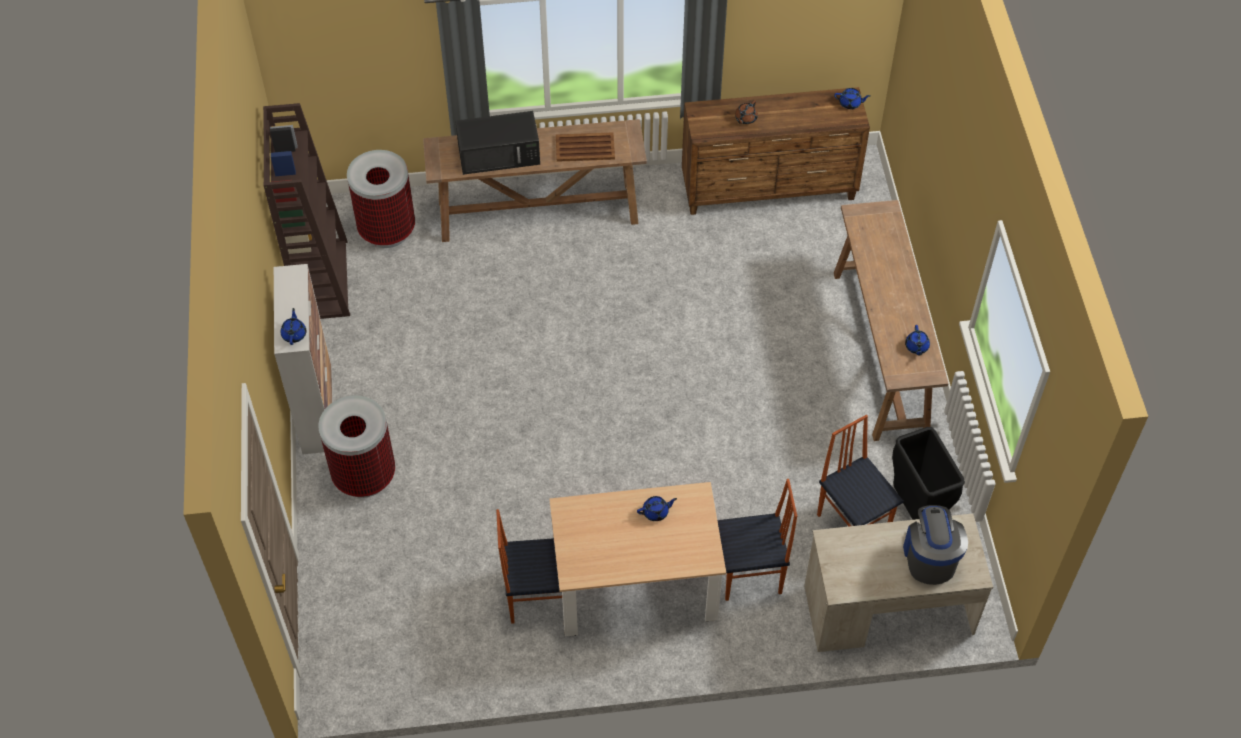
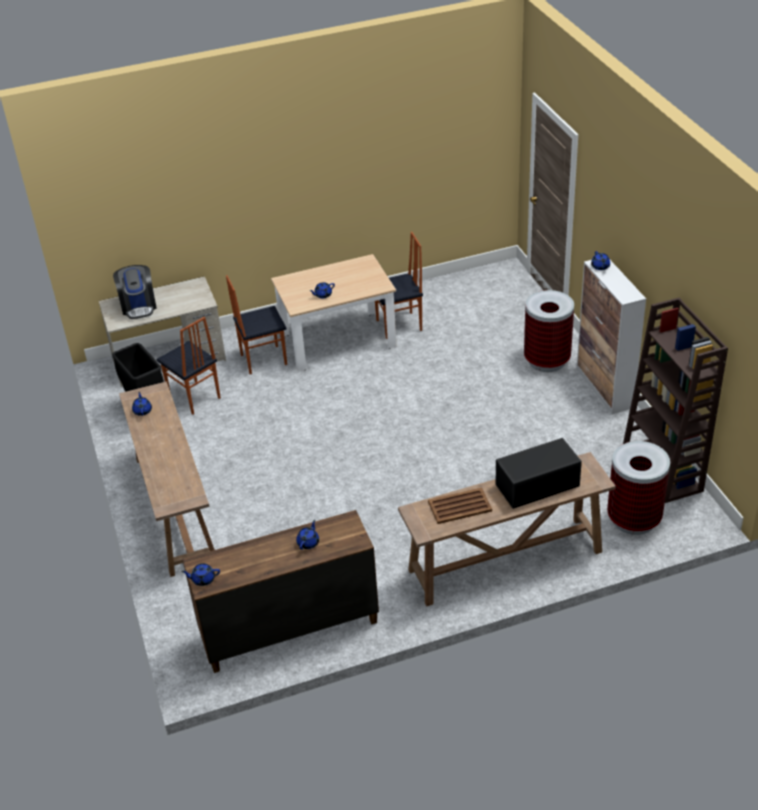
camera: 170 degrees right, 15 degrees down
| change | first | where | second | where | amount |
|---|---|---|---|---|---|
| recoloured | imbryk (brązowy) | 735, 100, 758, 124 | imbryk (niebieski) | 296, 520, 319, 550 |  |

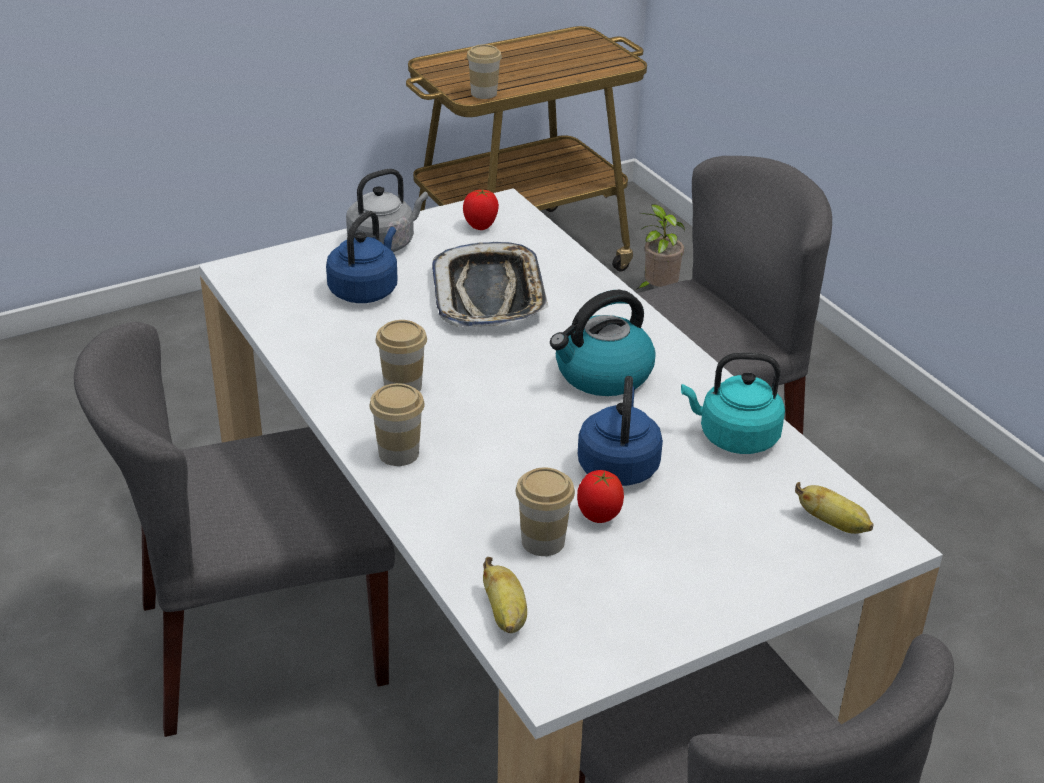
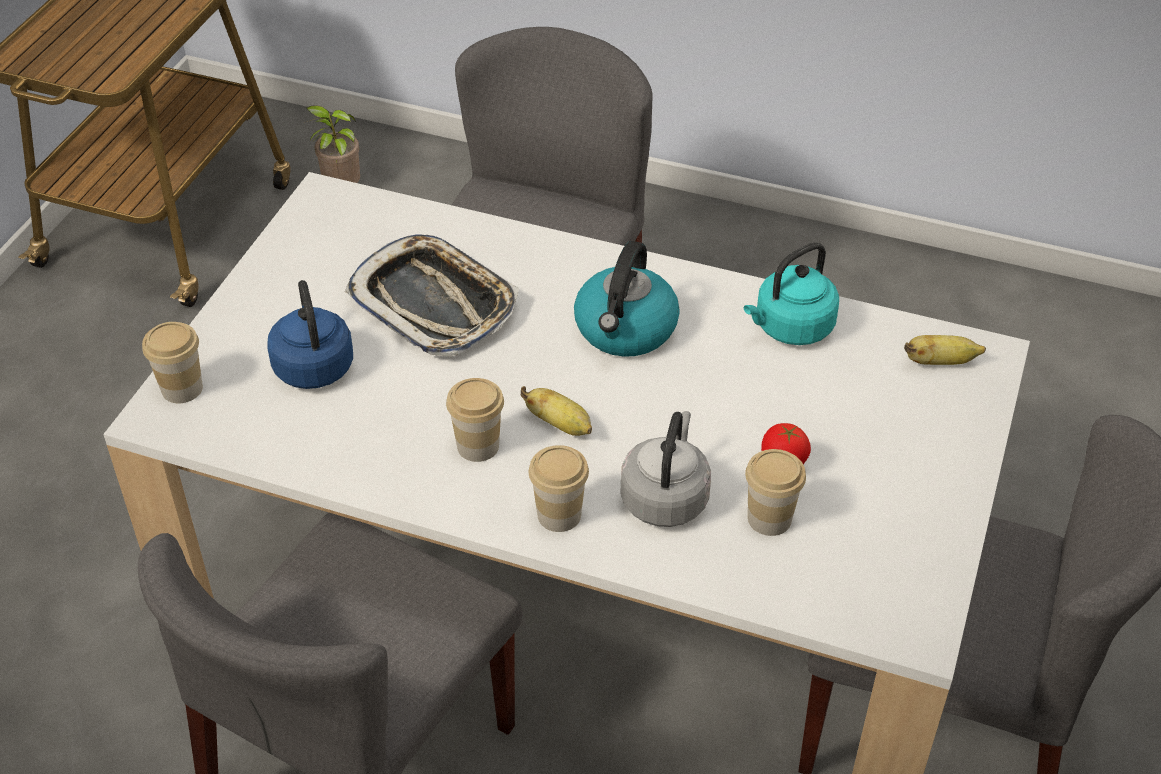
camera: 40 degrees left, 10 degrees up
| change | first | where | second | where | amount |
|---|---|---|---|---|---|
| moved | filiżanka | 467, 44, 502, 99 |  | 142, 322, 203, 403 |  |
| moved | banan | 483, 557, 527, 633 |  | 521, 386, 592, 436 |  |
| moved | czajnik (szary) | 346, 169, 428, 252 |  | 620, 411, 711, 527 |  |
| removed | pomidor | 463, 189, 499, 230 |  |  |  |
| removed | czajnik (niebieski) | 578, 376, 663, 486 |  |  |  |

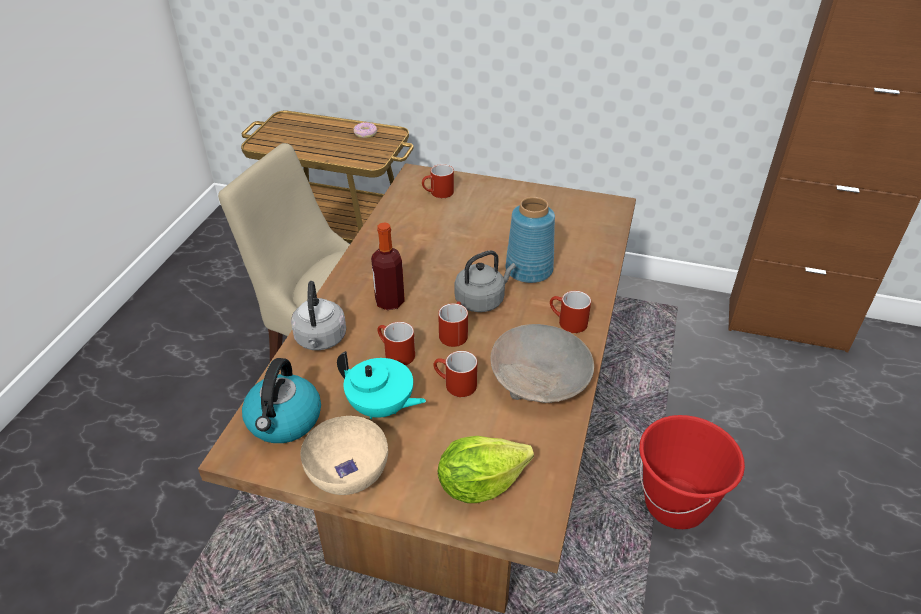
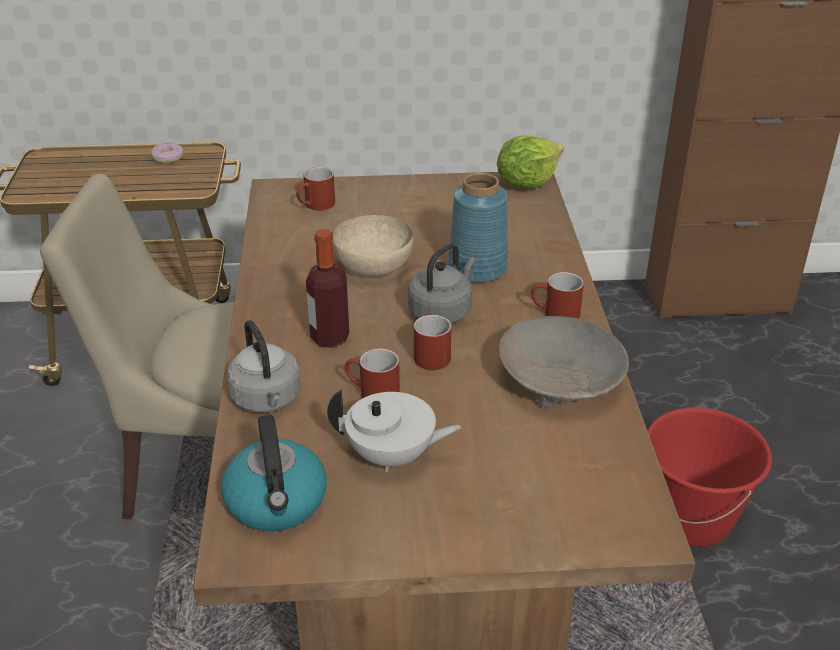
camera: 20 degrees left, 5 degrees down
| change | first | where | second | where | amount |
|---|---|---|---|---|---|
| recoloured | imbryk (turkusowy) | 337, 351, 426, 419 | imbryk (biały) | 327, 390, 461, 472 |  |
| moved | miska (beżowy) | 301, 416, 388, 495 |  | 332, 215, 413, 276 |  |
| moved | sałata | 438, 436, 534, 503 |  | 497, 135, 563, 188 |  |
| removed | kubek (czerwony) | 433, 351, 477, 397 |  |  |  |

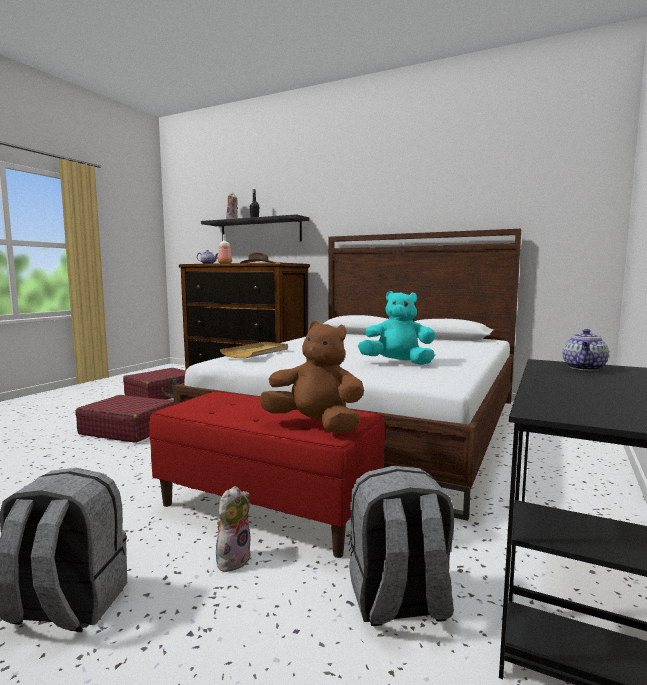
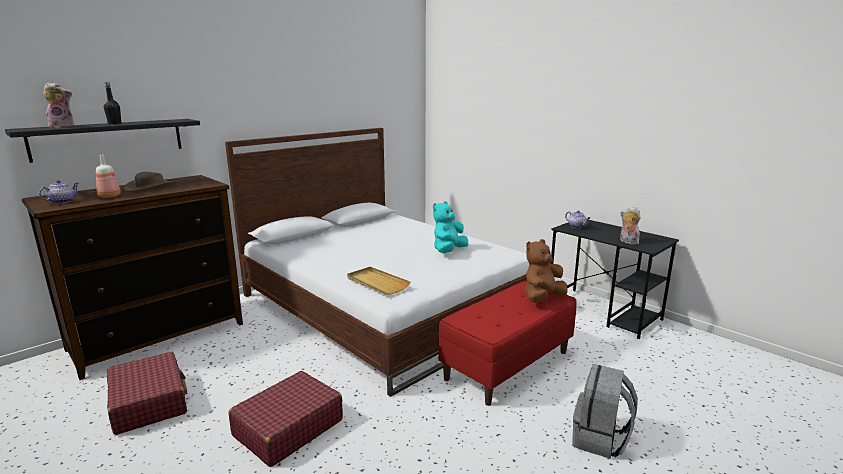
camera: 70 degrees left, 10 degrees up
| change | first | where | second | where | amount |
|---|---|---|---|---|---|
| moved | pluszak | 216, 486, 251, 572 |  | 620, 206, 641, 245 |  |
| removed | plecak (szary) | 349, 466, 454, 626 |  |  |  |

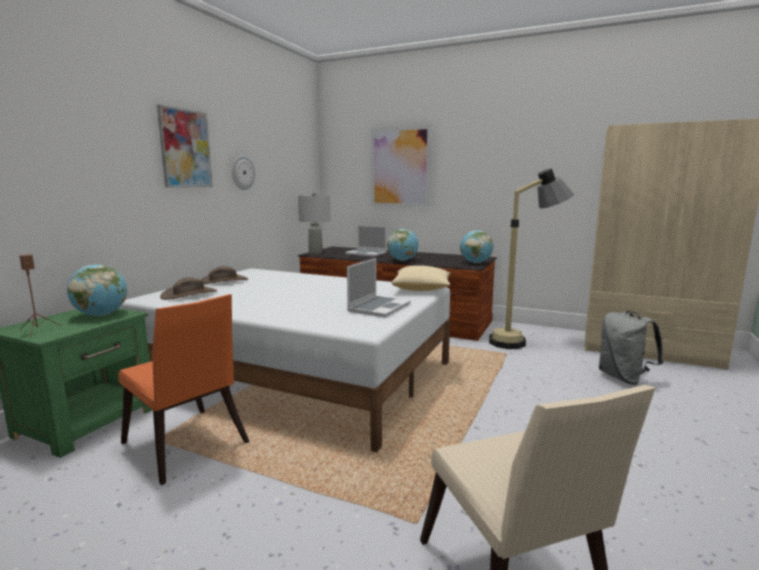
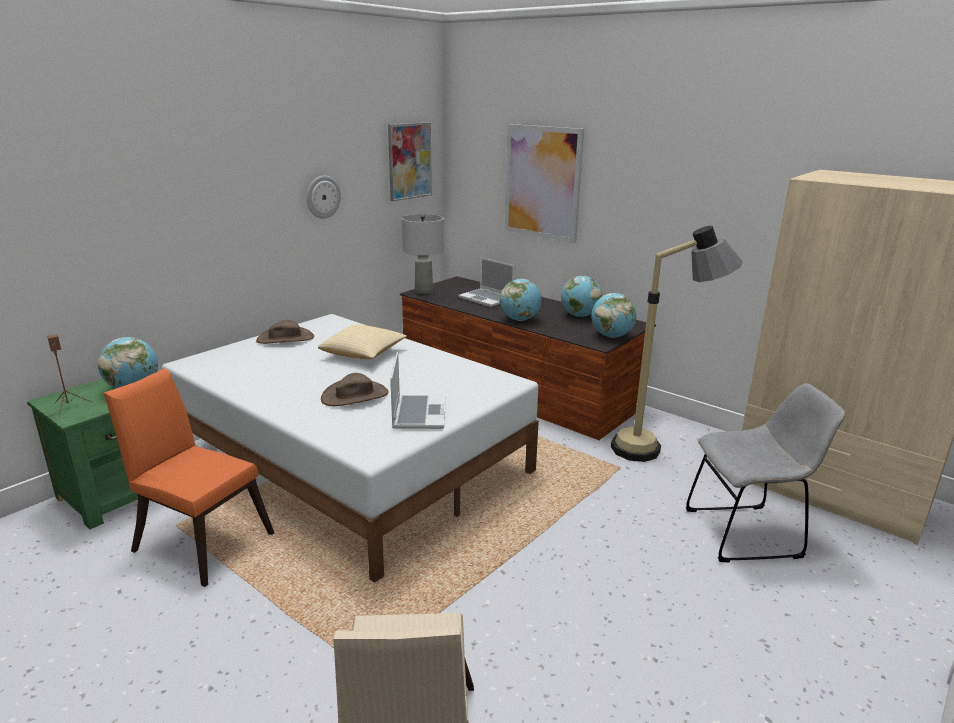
camera: 15 degrees right, 10 degrees up
| change | first | where | second | where | amount |
|---|---|---|---|---|---|
| turned | krzesło (pomarańczowy) | 118, 294, 250, 485 |  | 104, 368, 274, 587 | 150 degrees clockwise |
| moved | poduszka | 392, 265, 450, 291 |  | 318, 324, 407, 359 |  |
| moved | kapelusz (brązowy) | 160, 277, 217, 300 |  | 321, 373, 389, 406 |  |
| moved | obraz | 157, 105, 213, 188 |  | 388, 122, 432, 201 |  |
| turned | laptop | 347, 258, 411, 317 |  | 390, 352, 446, 429 | 45 degrees counterclockwise |
| added |  |  | globus | 561, 276, 602, 317 |  |
| replaced | plecak (szary) | 599, 311, 663, 385 | krzesło (szary) | 686, 383, 845, 562 |  |

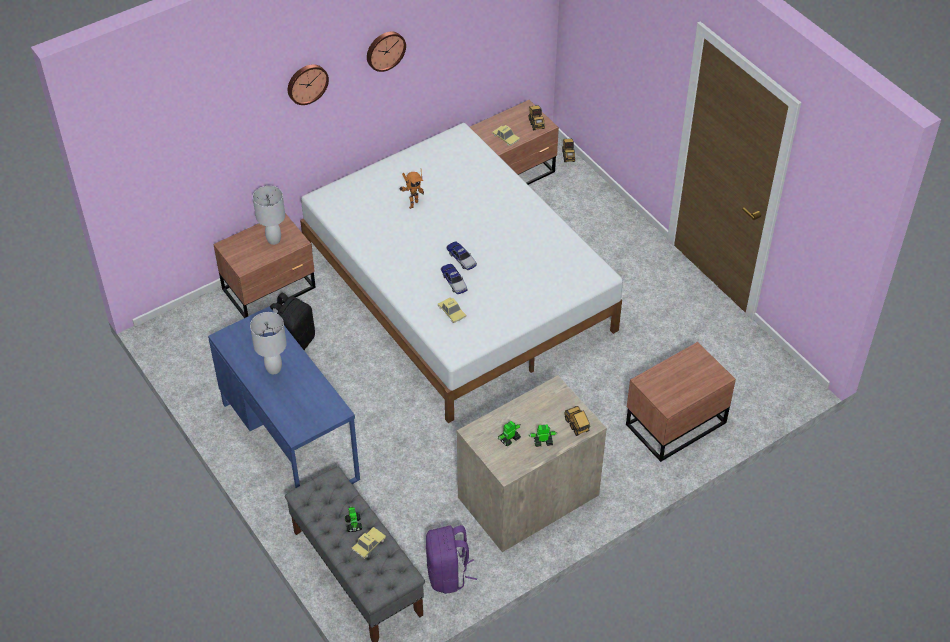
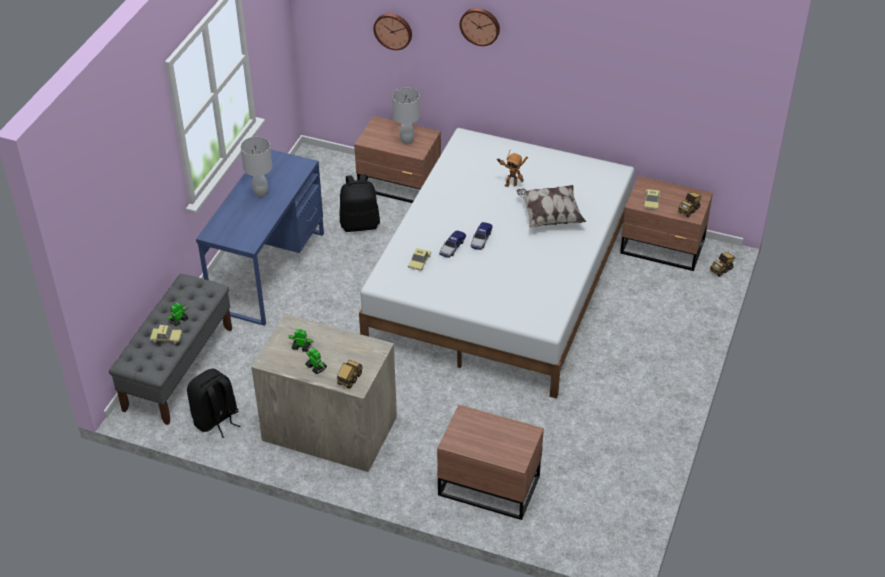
camera: 55 degrees right, 5 degrees down
| change | first | where | second | where | amount |
|---|---|---|---|---|---|
| recoloured | plecak (fioletowy) | 426, 525, 477, 594 | plecak (czarny) | 187, 369, 241, 438 |  |
| moved | zegar ścienny | 367, 32, 406, 72 |  | 373, 13, 412, 50 |  |
| added |  |  | poduszka | 516, 185, 586, 228 |  |

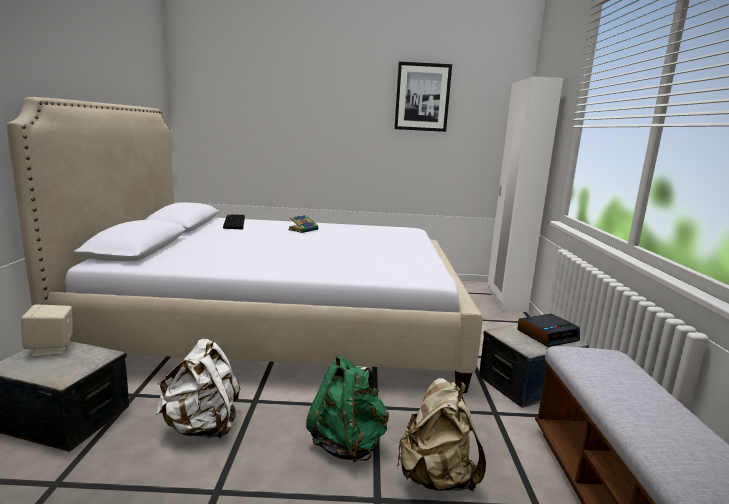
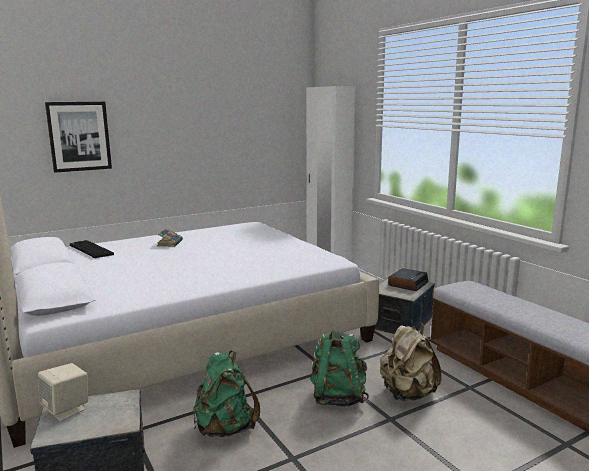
camera: 30 degrees left, 0 degrees up
| change | first | where | second | where | amount |
|---|---|---|---|---|---|
| moved | obraz | 394, 62, 452, 132 |  | 45, 102, 112, 173 |  |
| recoloured | plecak (biały) | 156, 338, 240, 439 | plecak (zielony) | 193, 350, 260, 437 |  |

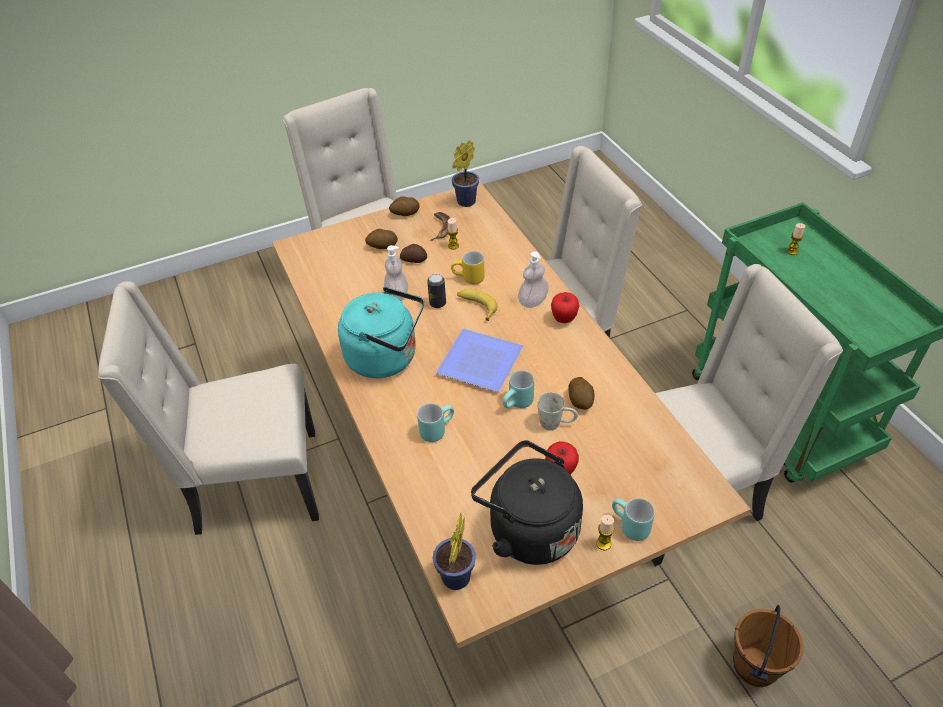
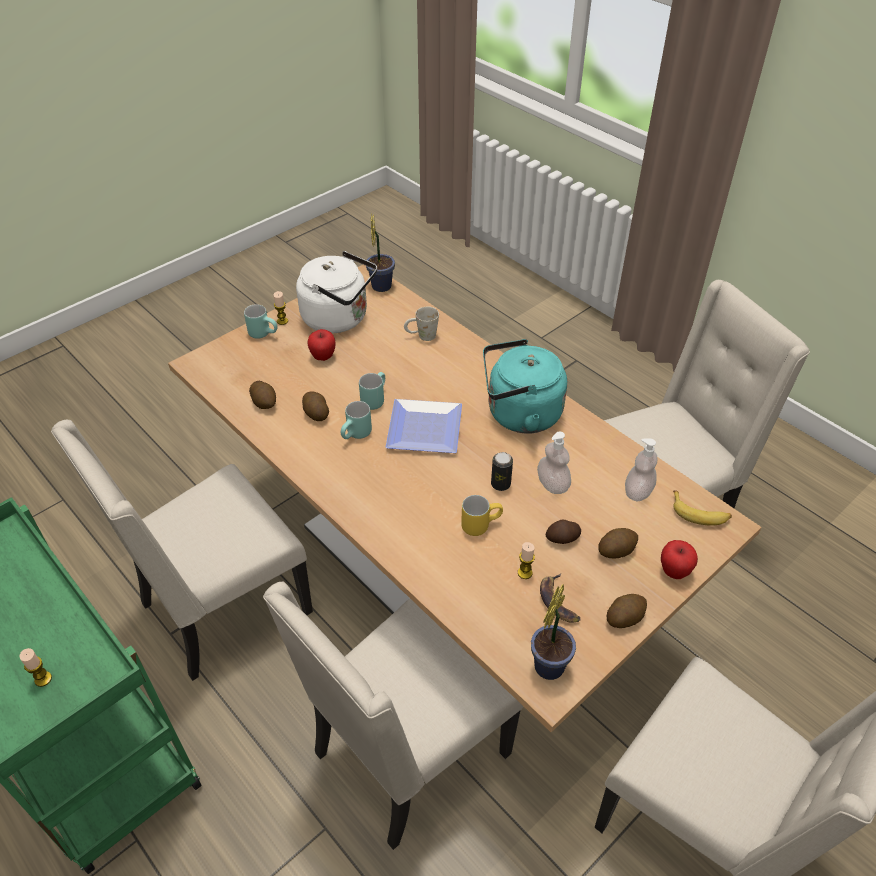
camera: 160 degrees right, 0 degrees up
| change | first | where | second | where | amount |
|---|---|---|---|---|---|
| added |  |  | ziemniak | 249, 381, 276, 409 |  |
| recoloured | czajnik (czarny) | 471, 440, 583, 565 | czajnik (biały) | 296, 251, 377, 333 |  |
| moved | kubek (turkusowy) | 417, 403, 454, 442 |  | 341, 401, 372, 439 |  |
| moved | kubek (biały) | 537, 392, 578, 430 |  | 404, 307, 439, 341 |  |
| moved | dozownik mydła | 518, 251, 549, 308 |  | 625, 438, 657, 501 |  |
| moved | jabłko | 551, 292, 579, 323 |  | 661, 540, 698, 579 |  |
| moved | banan | 457, 289, 497, 321 |  | 673, 490, 732, 526 |  |
| removed | wiadro (brązowy) | 733, 605, 804, 687 |  |  |  |

